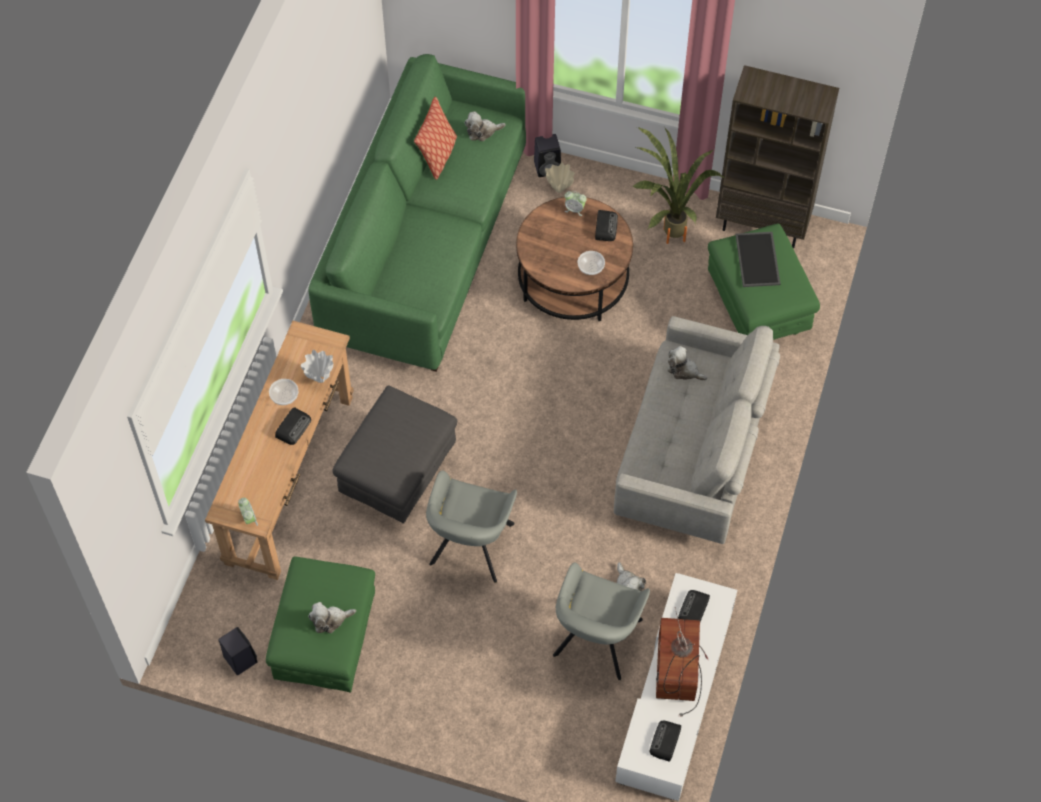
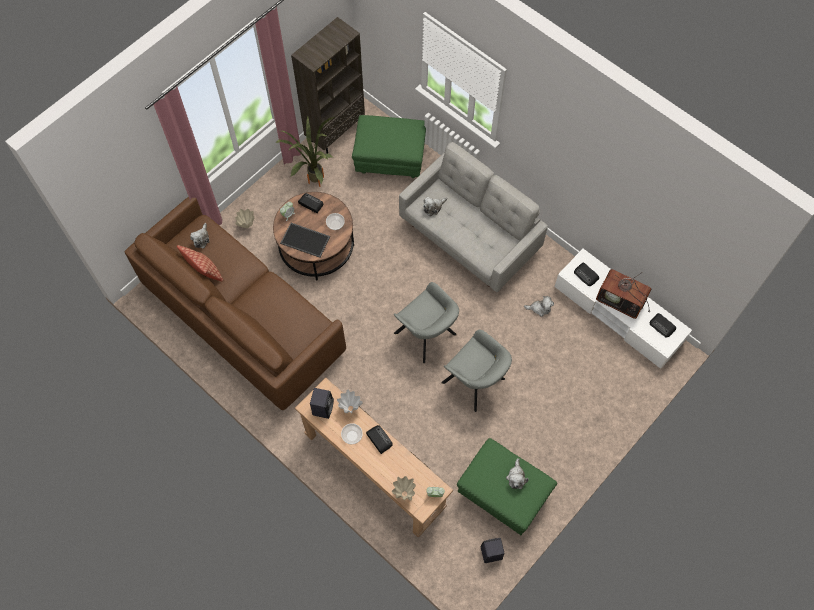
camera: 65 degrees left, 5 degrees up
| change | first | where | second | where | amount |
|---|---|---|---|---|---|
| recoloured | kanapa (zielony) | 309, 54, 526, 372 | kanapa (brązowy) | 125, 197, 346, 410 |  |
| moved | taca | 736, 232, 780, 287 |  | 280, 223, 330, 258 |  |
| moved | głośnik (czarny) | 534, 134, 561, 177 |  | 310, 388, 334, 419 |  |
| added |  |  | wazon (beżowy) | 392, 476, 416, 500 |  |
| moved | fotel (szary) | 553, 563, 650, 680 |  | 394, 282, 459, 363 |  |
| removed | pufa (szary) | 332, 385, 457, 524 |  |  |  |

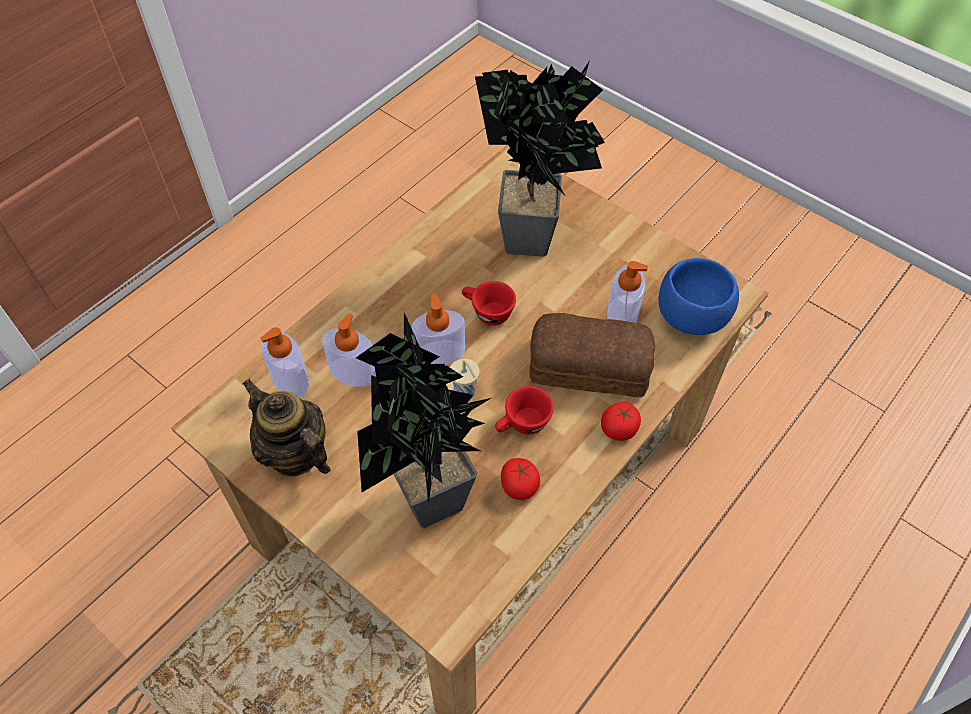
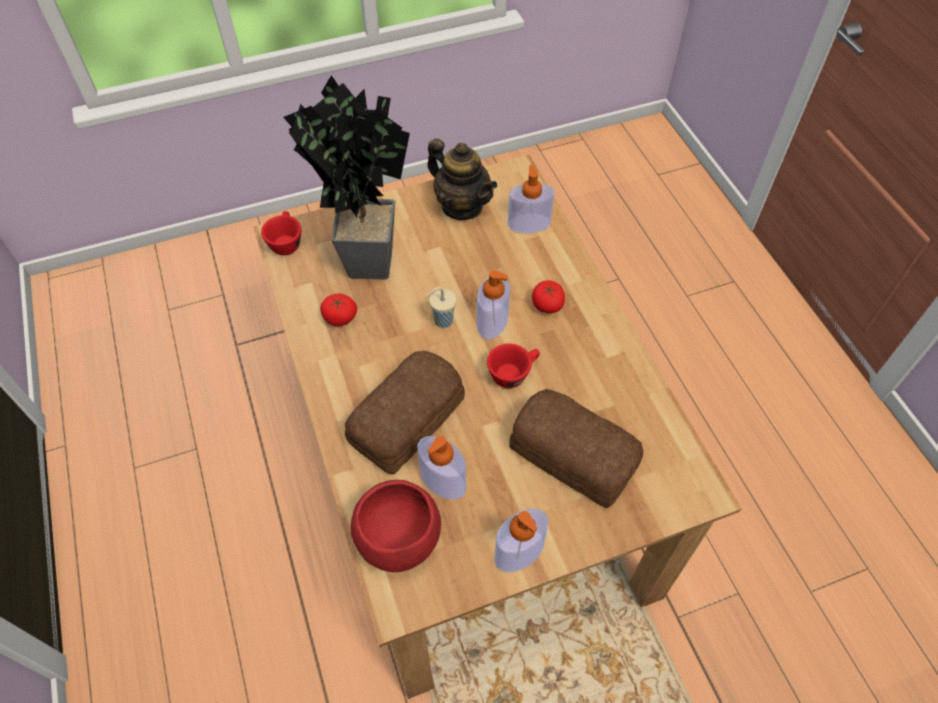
camera: 120 degrees right, 0 degrees up
| change | first | where | second | where | amount |
|---|---|---|---|---|---|
| moved | filiżanka (czerwony) | 495, 386, 554, 435 |  | 261, 211, 301, 255 |  |
| recoloured | miska (niebieski) | 659, 258, 739, 335 | miska (czerwony) | 350, 480, 441, 572 |  |
| turned | imbryk | 243, 379, 331, 477 |  | 427, 138, 497, 220 | 60 degrees clockwise |
| moved | dozownik mydła | 322, 313, 376, 387 |  | 494, 508, 548, 573 |  |
| replaced | roślina doniczkowa | 475, 60, 605, 257 | chleb | 510, 389, 643, 508 |  |
| moved | pomidor | 601, 402, 641, 441 |  | 532, 280, 565, 313 |  |

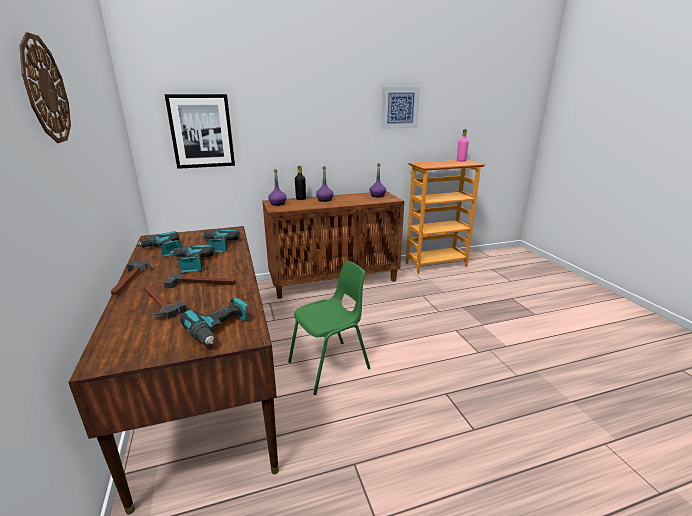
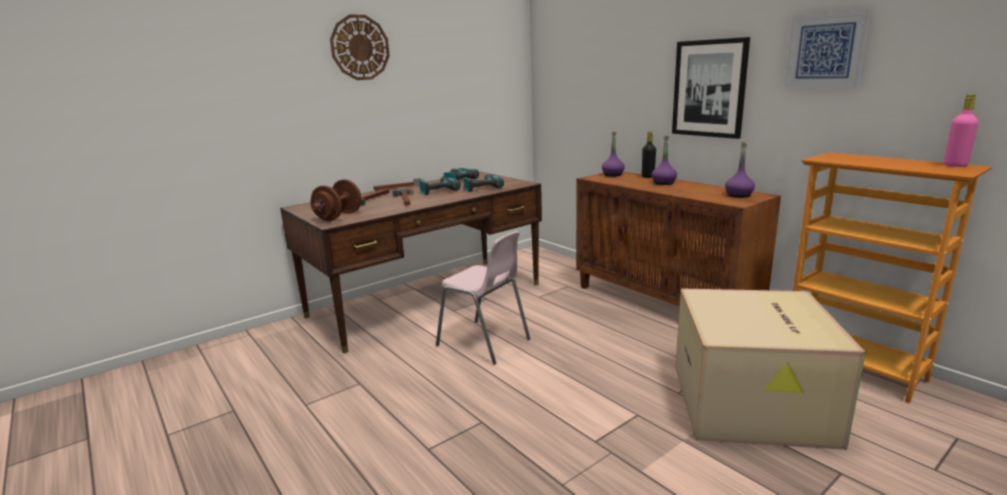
camera: 70 degrees right, 5 degrees down
| change | first | where | second | where | amount |
|---|---|---|---|---|---|
| replaced | wiertarka | 180, 296, 249, 346 | hantel (brązowy) | 310, 179, 361, 221 |  |
| recoloured | krzesło (zielony) | 288, 261, 370, 395 | krzesło (różowy) | 436, 231, 530, 365 |  |
| moved | obraz | 165, 94, 235, 169 |  | 672, 37, 750, 139 |  |
| added |  |  | karton | 675, 288, 866, 450 |  |

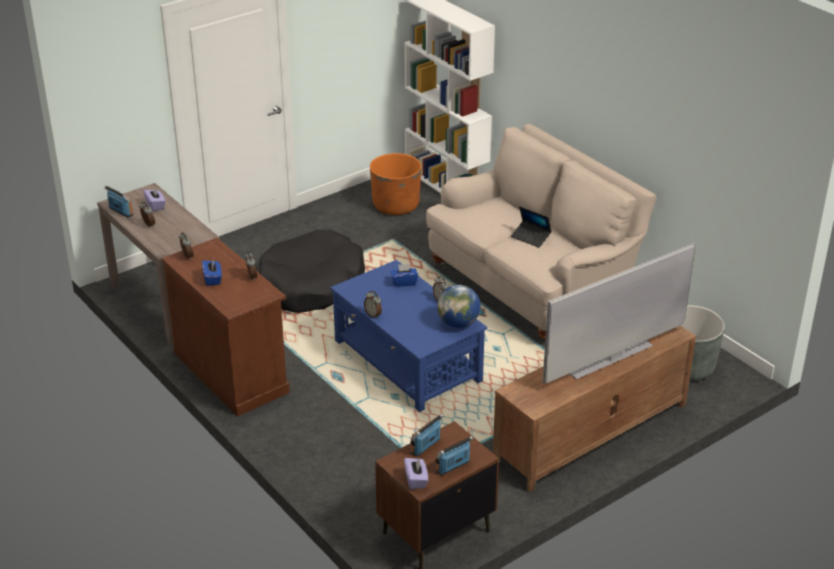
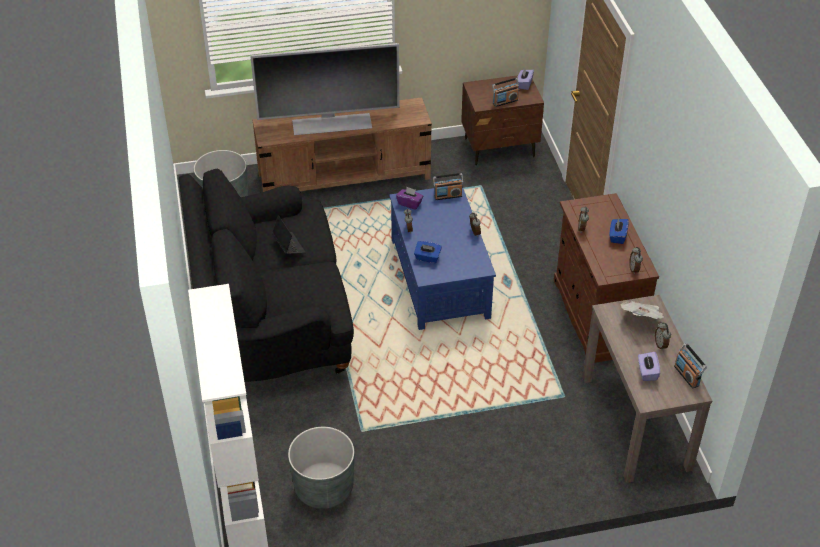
camera: 155 degrees left, 10 degrees up
| change | first | where | second | where | amount |
|---|---|---|---|---|---|
| recoloured | kanapa (beżowy) | 426, 124, 657, 343 | kanapa (czarny) | 179, 169, 354, 382 |  |
| recoloured | donica (pomarańczowy) | 370, 153, 421, 215 | donica (szary) | 288, 427, 354, 509 |  |
| replaced | globus | 437, 285, 481, 328 | pudełko chusteczek (fioletowy) | 396, 187, 424, 210 |  |
| moved | radio | 435, 436, 473, 476 |  | 433, 173, 463, 200 |  |
| added |  |  | gazeta | 621, 301, 664, 319 |  |
| removed | legowisko (czarny) | 259, 230, 365, 313 |  |  |  |

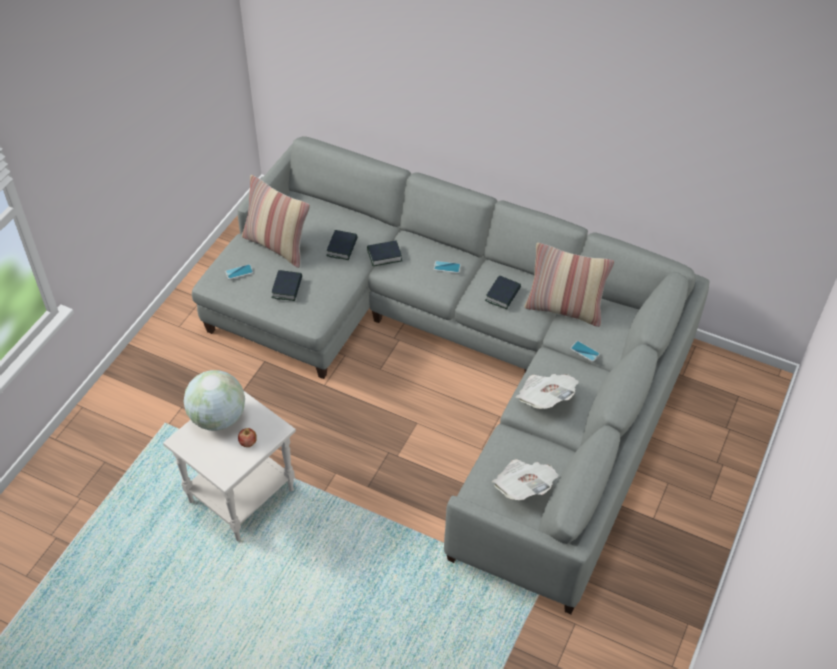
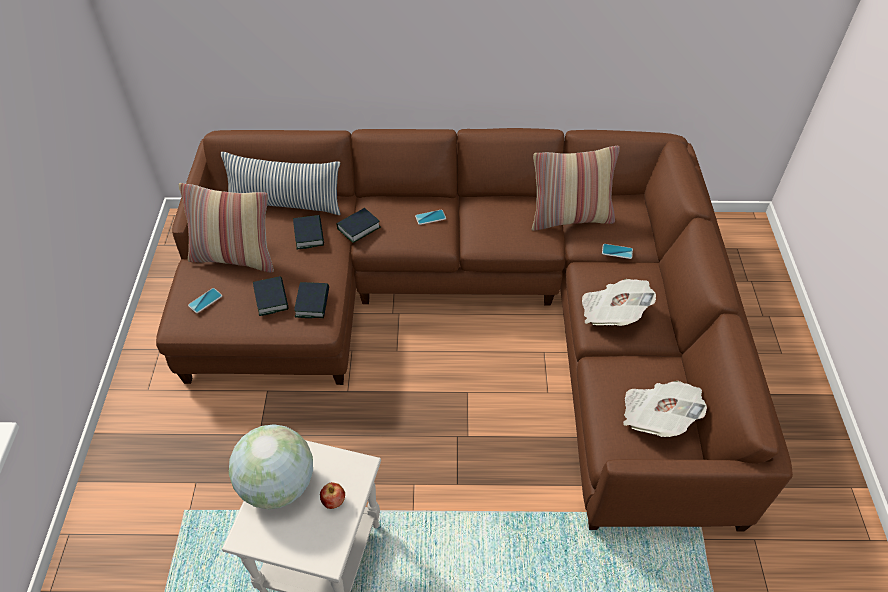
camera: 25 degrees left, 0 degrees up
| change | first | where | second | where | amount |
|---|---|---|---|---|---|
| recoloured | kanapa (szary) | 192, 136, 709, 614 | kanapa (brązowy) | 156, 128, 793, 532 |  |
| added |  |  | poduszka | 221, 152, 341, 215 |  |
| moved | książka | 485, 275, 521, 309 |  | 294, 282, 329, 318 |  |

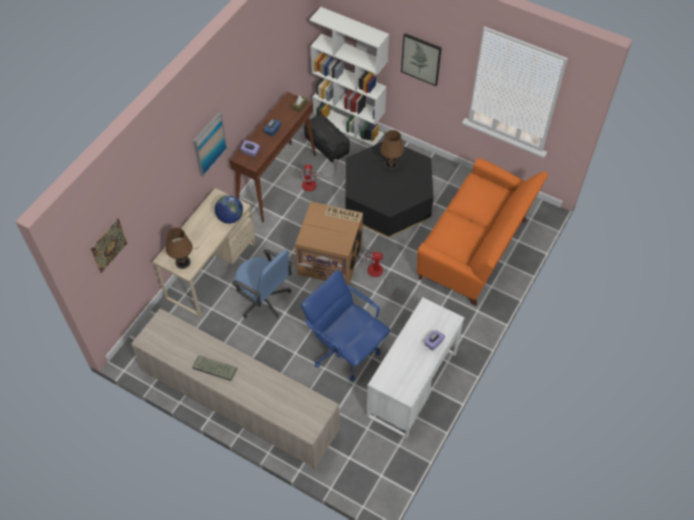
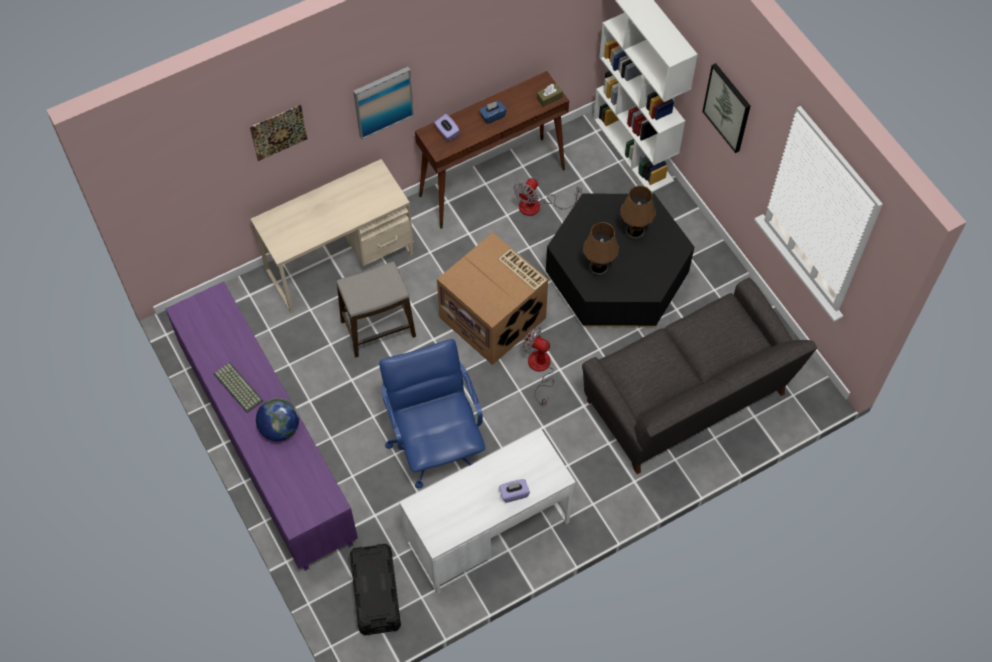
camera: 30 degrees right, 5 degrees up
| change | first | where | second | where | amount |
|---|---|---|---|---|---|
| recoloured | szafka (beżowy) | 131, 308, 340, 469 | szafka (fioletowy) | 166, 281, 358, 571 |  |
| moved | obraz | 91, 219, 127, 273 |  | 250, 104, 307, 161 |  |
| moved | globus | 215, 195, 243, 224 |  | 256, 398, 299, 441 |  |
| replaced | krzesło biurowe (niebieski) | 232, 249, 292, 319 | stołek | 336, 261, 416, 358 |  |
| moved | pojemnik do przechowywania (czarny) | 304, 114, 350, 162 |  | 350, 544, 401, 636 |  |
| recoloured | kanapa (pomarańczowy) | 417, 158, 548, 306 | kanapa (szary) | 582, 278, 817, 474 |  |
| moved | lampa stołowa (brązowy) | 166, 227, 197, 269 |  | 583, 222, 627, 276 |  |

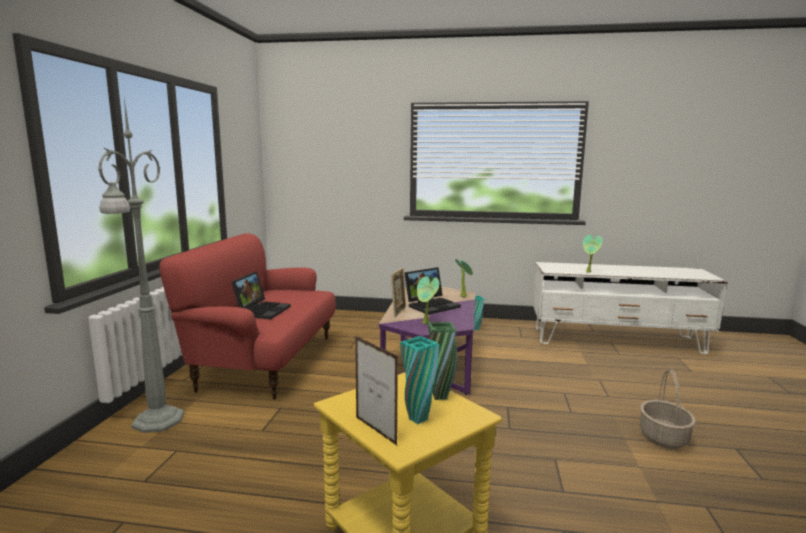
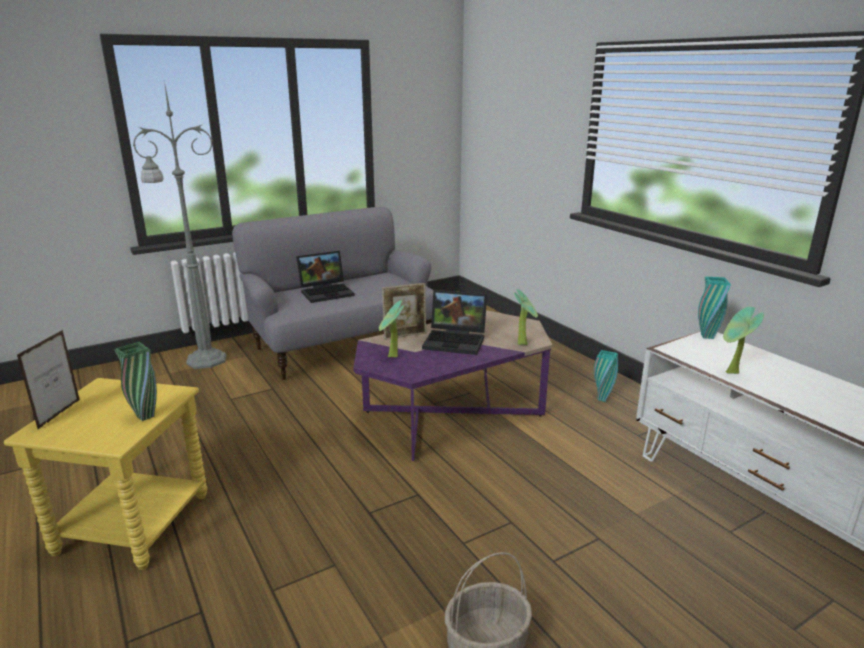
camera: 50 degrees right, 10 degrees up
| change | first | where | second | where | amount |
|---|---|---|---|---|---|
| recoloured | kanapa (czerwony) | 159, 233, 336, 400 | kanapa (szary) | 232, 206, 433, 380 |  |
| moved | wazon (turkusowy) | 400, 336, 439, 424 |  | 698, 277, 731, 339 |  |

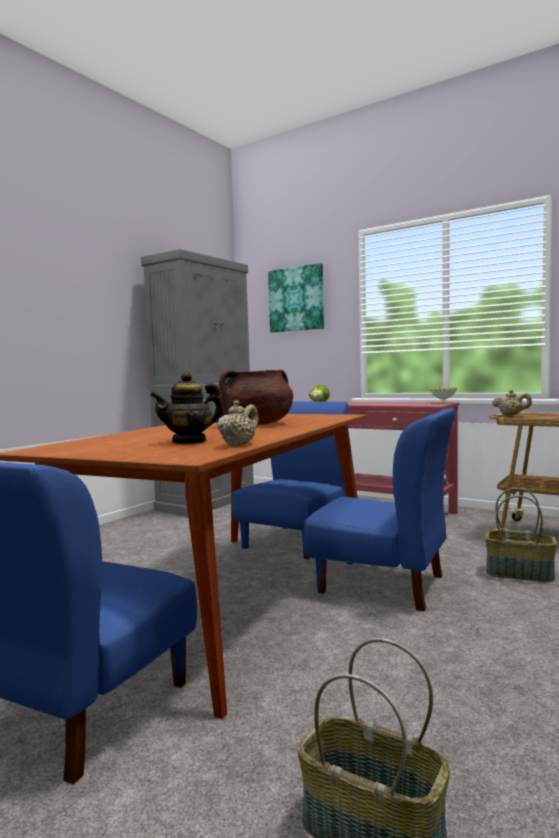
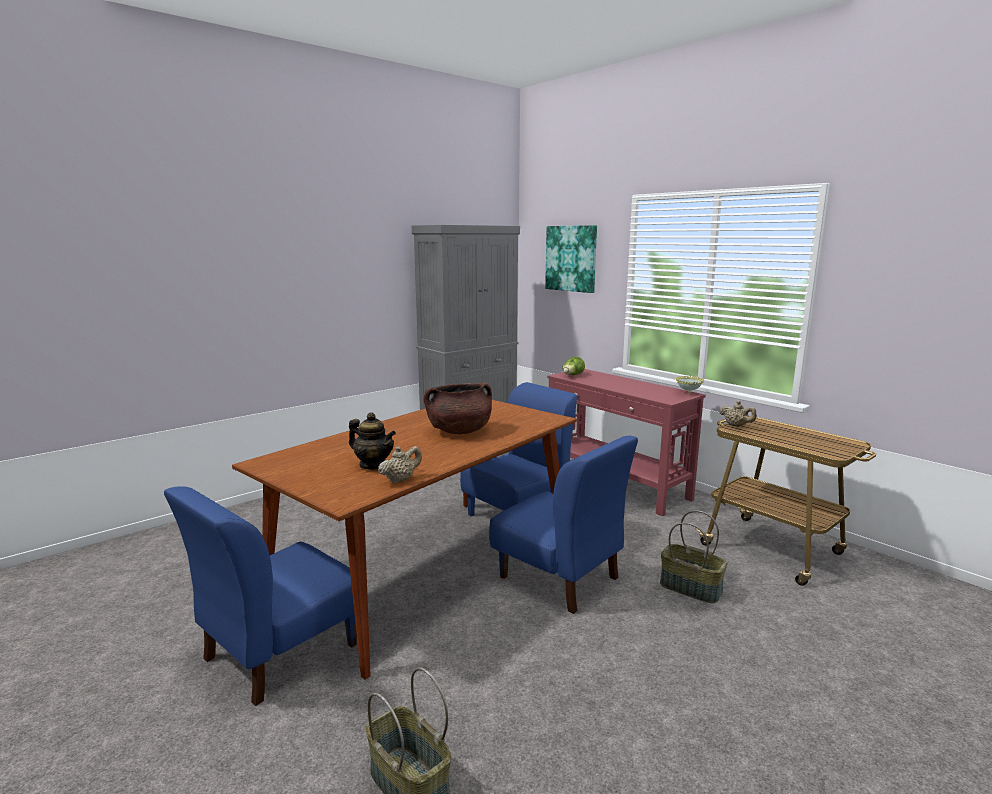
camera: 15 degrees right, 10 degrees up
| change | first | where | second | where | amount |
|---|---|---|---|---|---|
| turned | imbryk | 150, 372, 224, 444 |  | 349, 412, 396, 470 | 135 degrees counterclockwise |

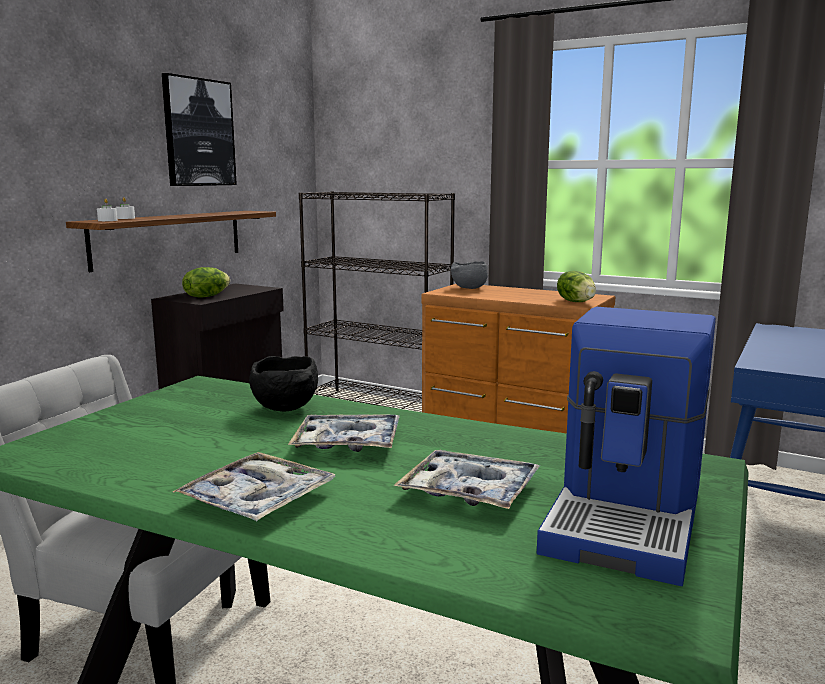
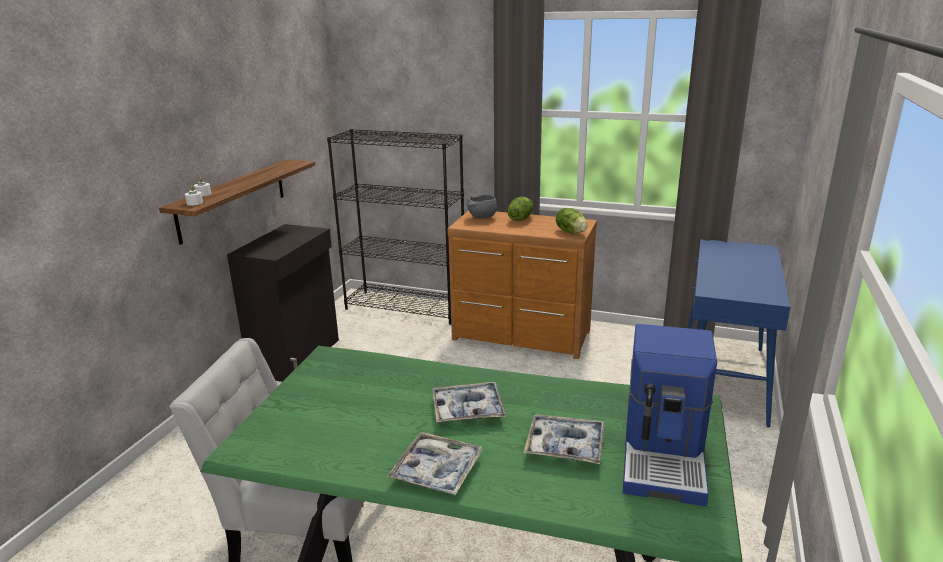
camera: 10 degrees left, 10 degrees up
| change | first | where | second | where | amount |
|---|---|---|---|---|---|
| moved | sałata | 182, 267, 230, 298 |  | 507, 197, 533, 221 |  |
| removed | obraz | 162, 73, 237, 186 |  |  |  |
| removed | miska (czarny) | 249, 356, 318, 412 |  |  |  |

